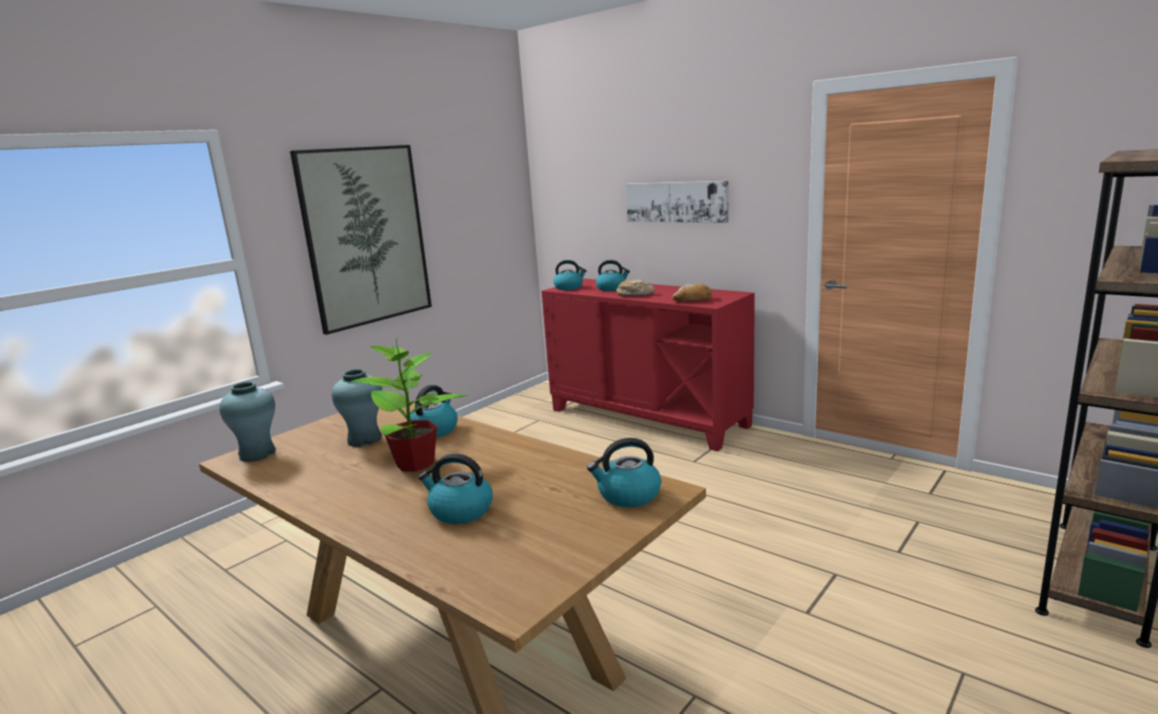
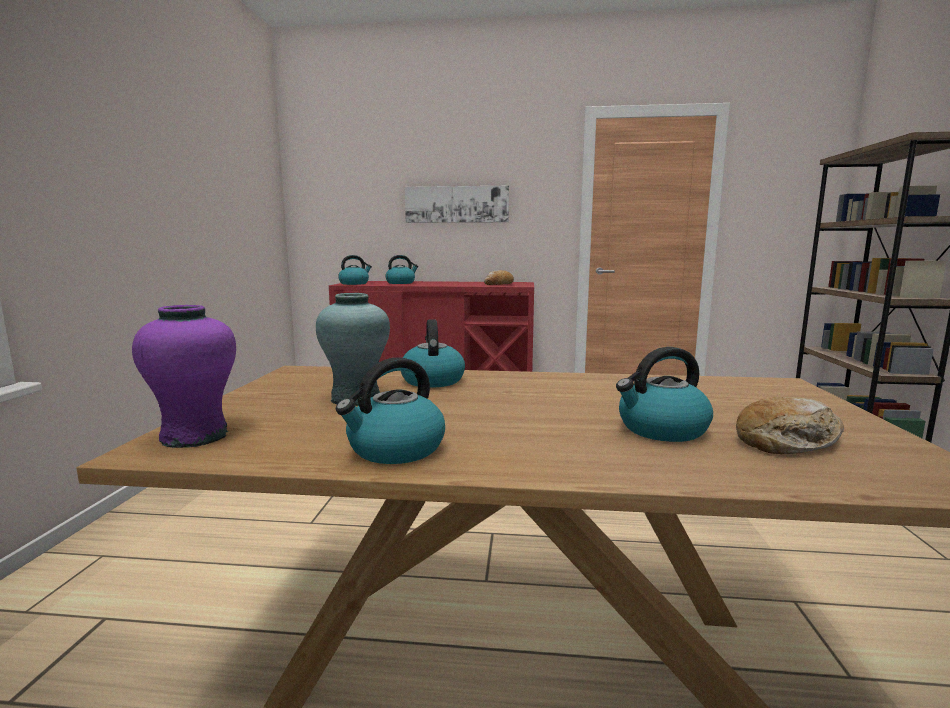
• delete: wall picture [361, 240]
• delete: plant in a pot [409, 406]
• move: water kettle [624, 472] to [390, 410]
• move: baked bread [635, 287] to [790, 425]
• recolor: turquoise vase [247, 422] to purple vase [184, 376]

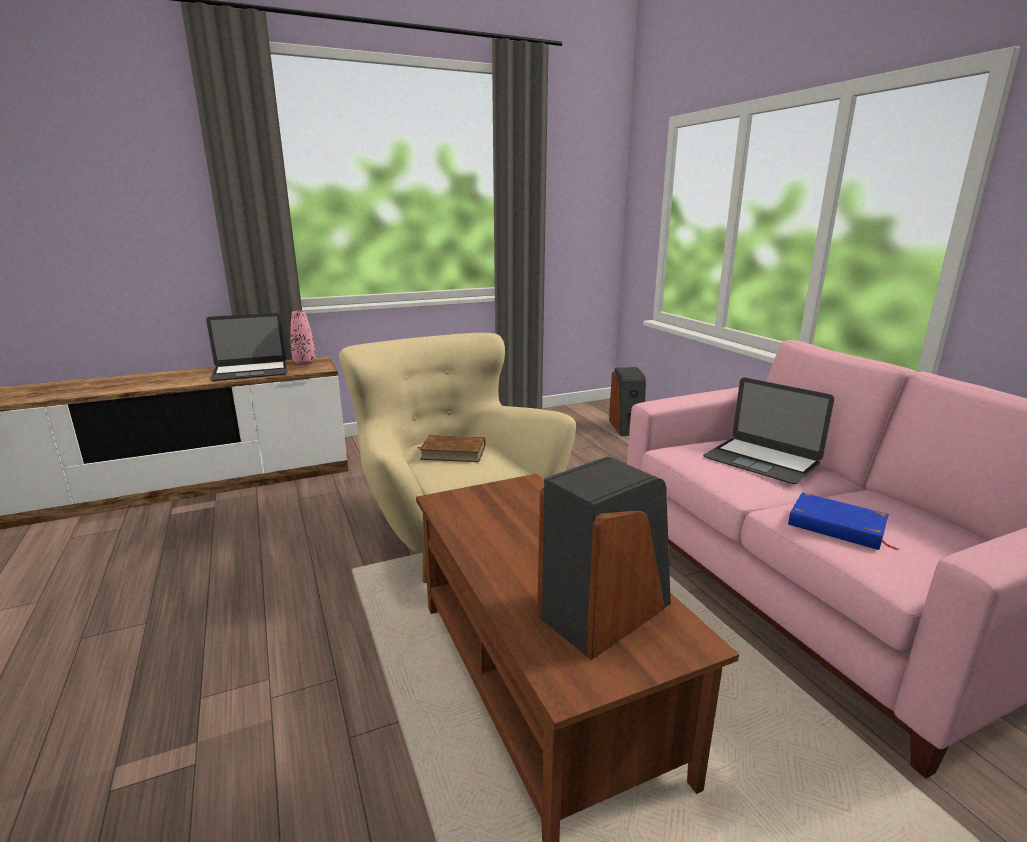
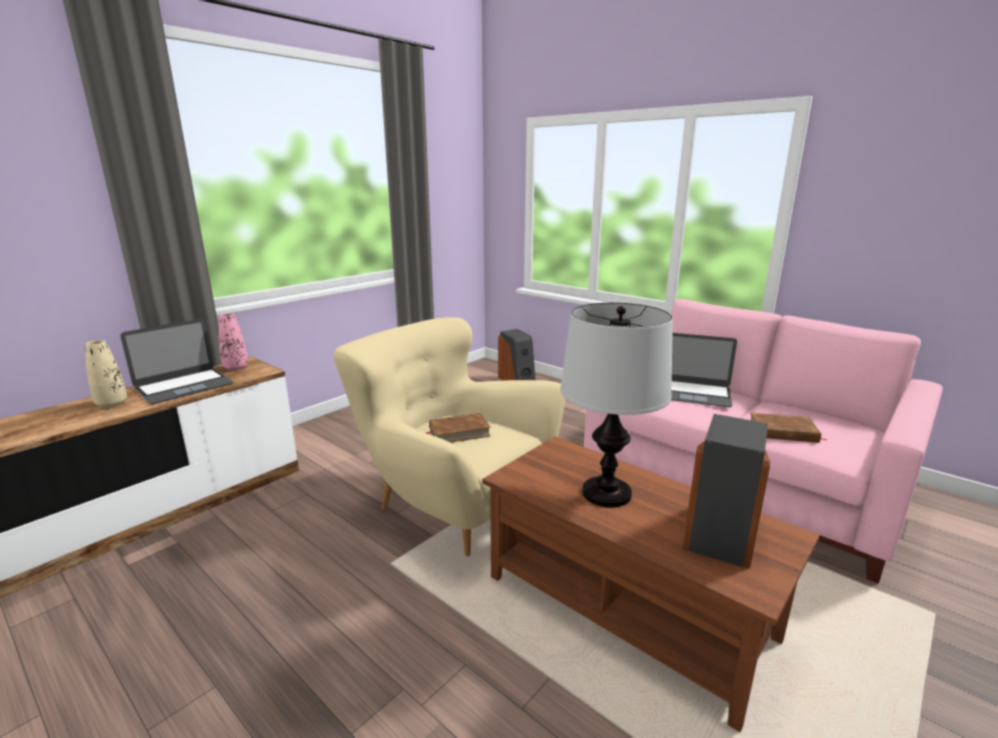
• insert: sand-coloured vase [106, 374]
• insert: tabletop lamp [616, 405]
• recolor: blue-coloured volume [843, 521] to brown-coloured volume [789, 428]

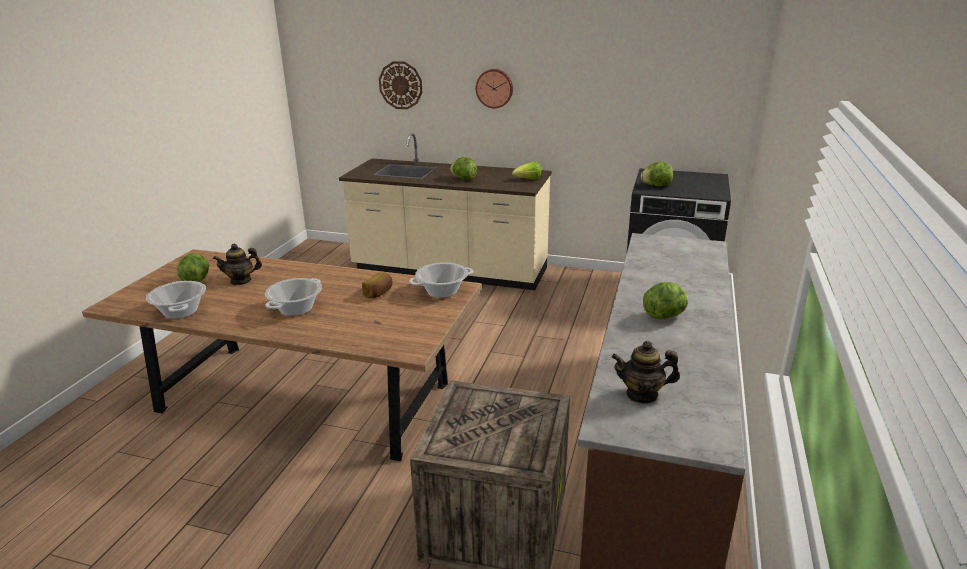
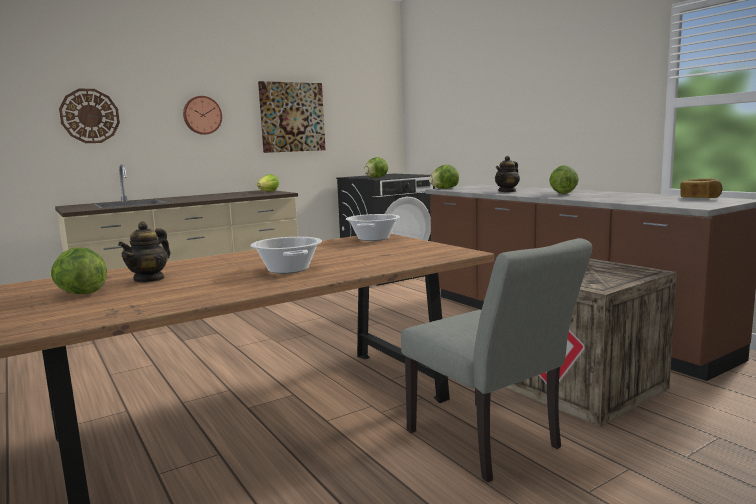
• delete: saucepot [176, 300]
• insert: wall picture [292, 117]
• insert: gray plain chair [496, 360]
• move: baked bread [377, 285] to [701, 188]
• move: lettuce [463, 168] to [444, 177]
• move: tea pot [646, 372] to [507, 174]

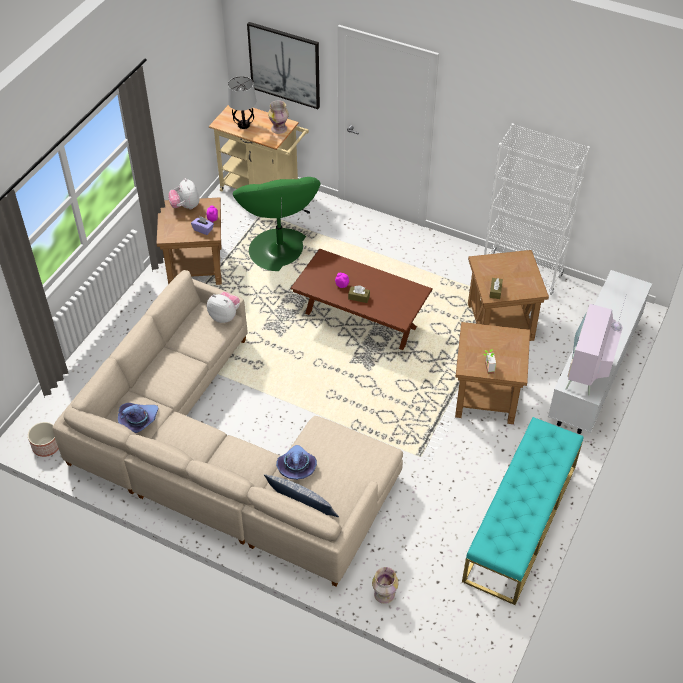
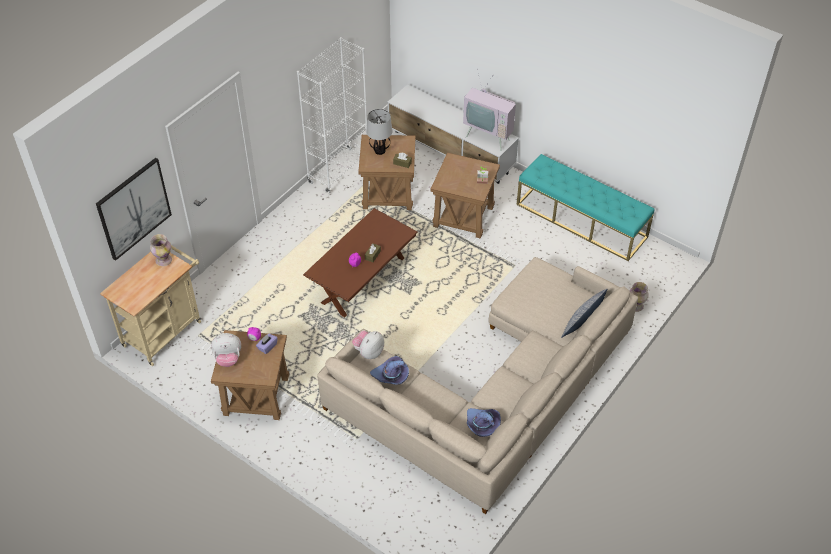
• delete: plant pot [43, 439]
• delete: greenish lounge chair [276, 224]
• move: tabletop lamp [242, 102] to [379, 132]
• move: purple clothing hat [296, 462] to [389, 370]

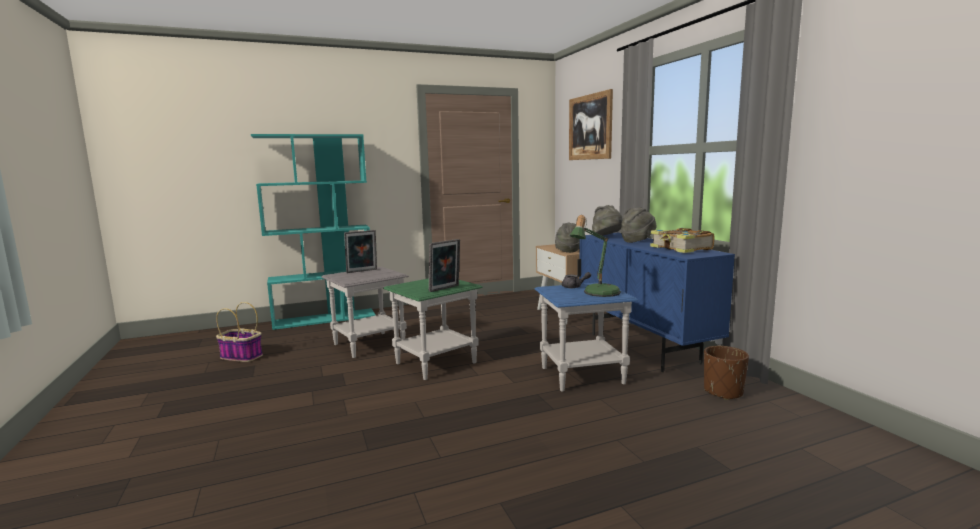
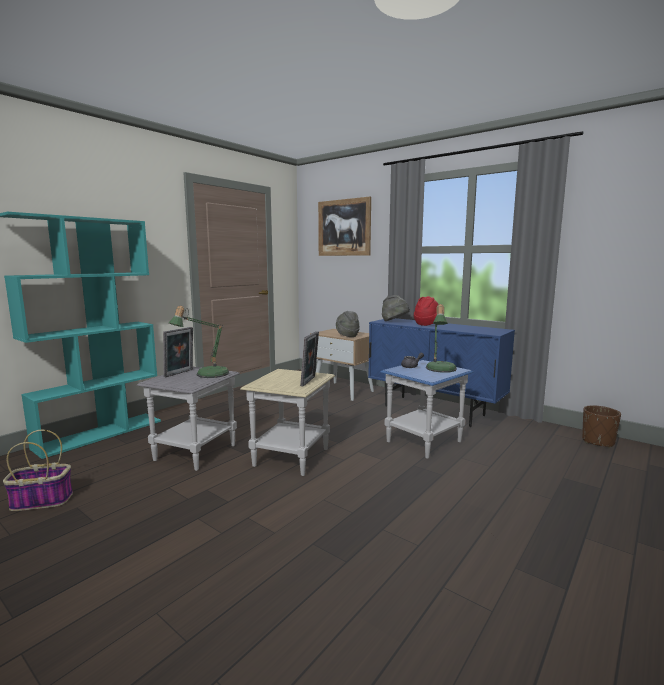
• delete: volume [682, 240]
• insert: tabletop lamp [199, 341]
• move: brown-coloured plant pot [726, 373] to [601, 426]
• recolor: greenish accent table [433, 329] to sand-coloured accent table [287, 422]
• recolor: gray clothing hat [639, 225] to reddish clothing hat [426, 311]

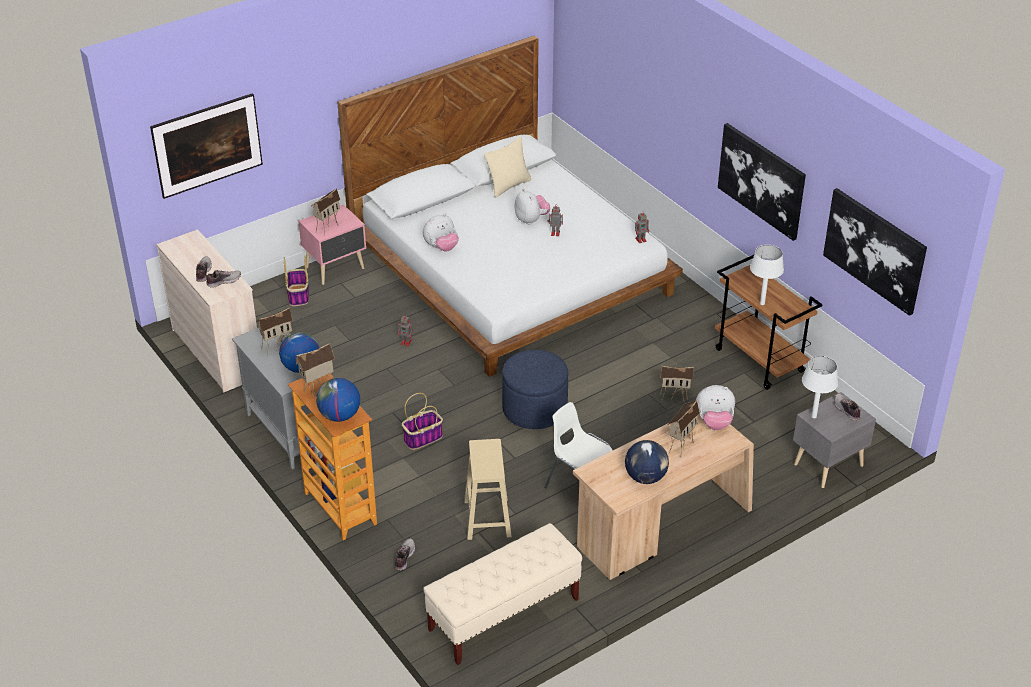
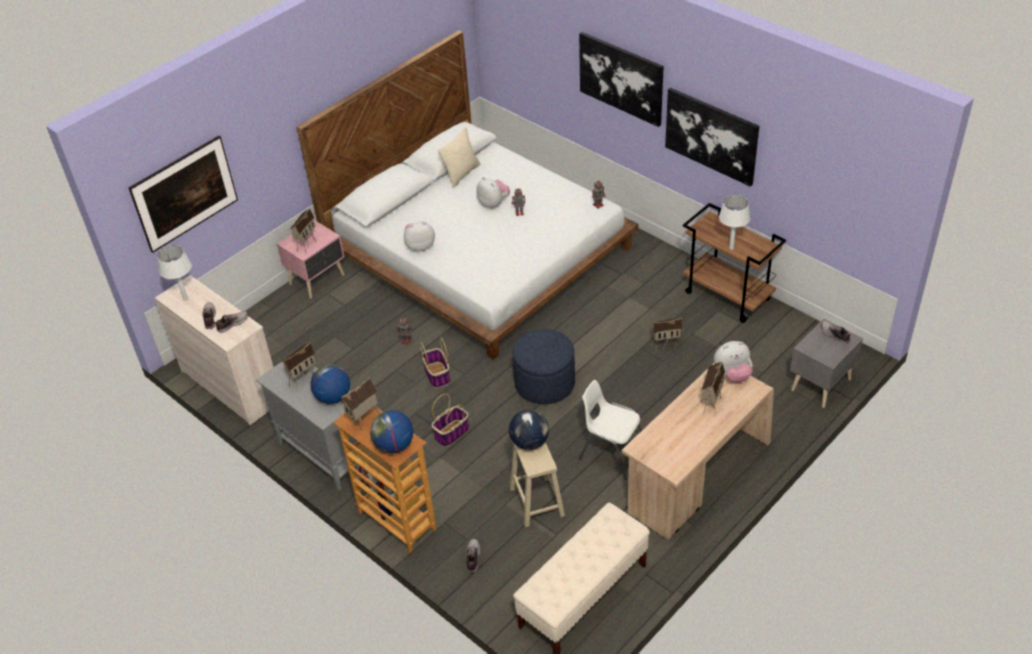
• move: storage basket [296, 281] to [435, 362]
• move: desk globe [647, 462] to [529, 430]
• move: whitish tabletop lamp [820, 387] to [174, 273]
• move: wall picture [875, 252] to [621, 79]
• rotate: cuddly toy [441, 233] = [419, 236] 150 degrees counterclockwise

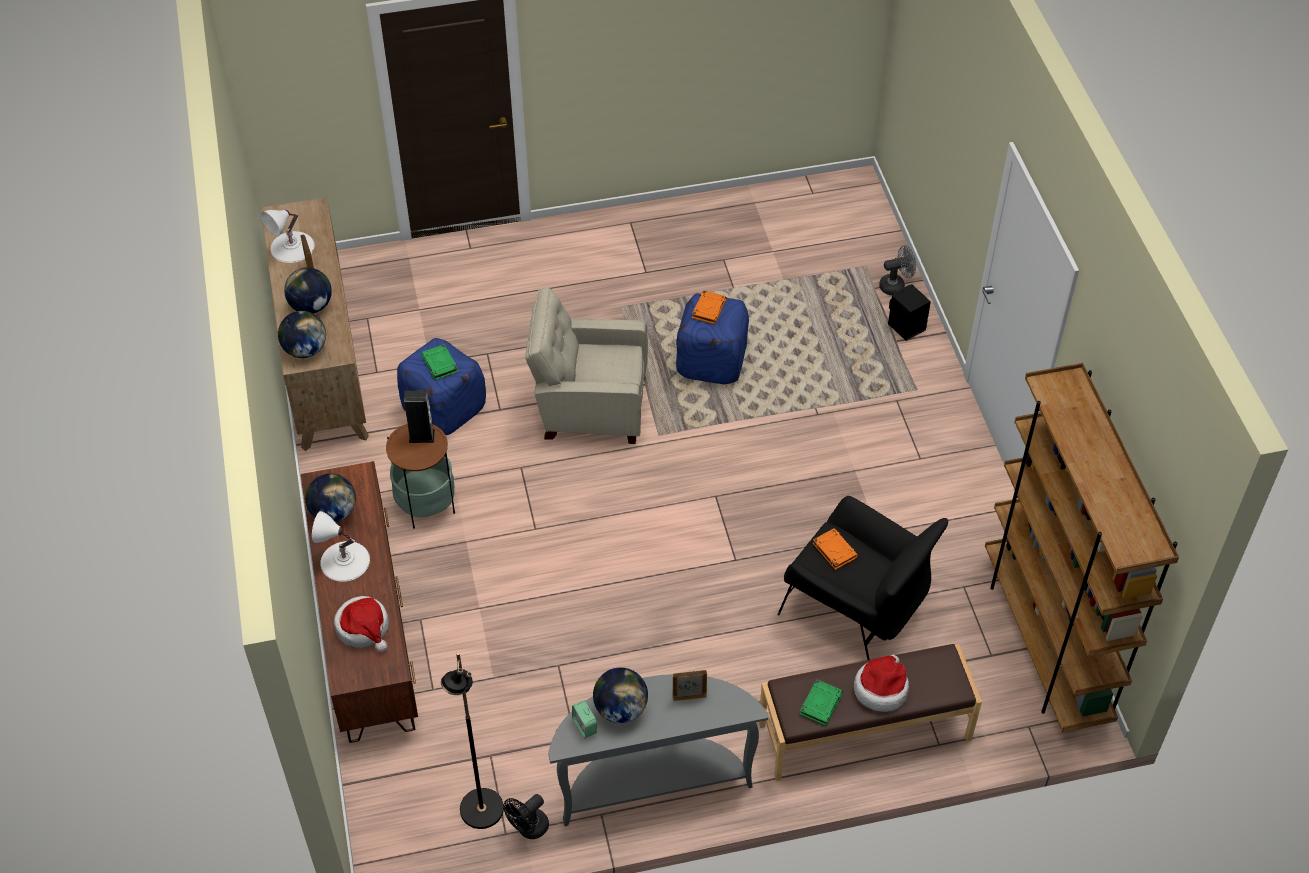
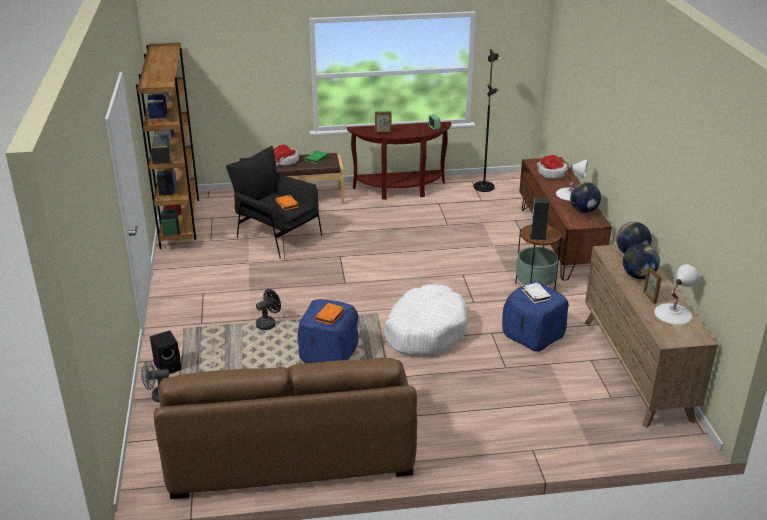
• delete: desk globe [620, 695]
• insert: brown-coloured sofa [285, 428]
• move: blackish cooling fan [526, 816] to [268, 309]
• replace: sand-coloured lounge chair [586, 365] to whitish pet bed [426, 319]
• recolor: greenish volume [439, 362] to whitish volume [537, 293]
• recolor: gray hall table [658, 750] to brown-coloured hall table [399, 161]

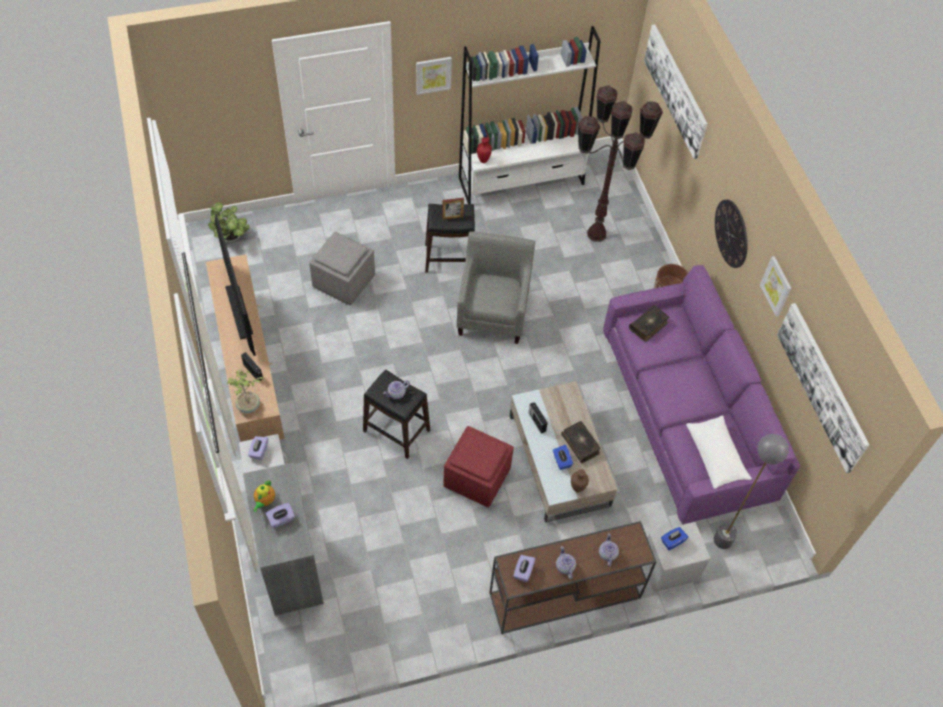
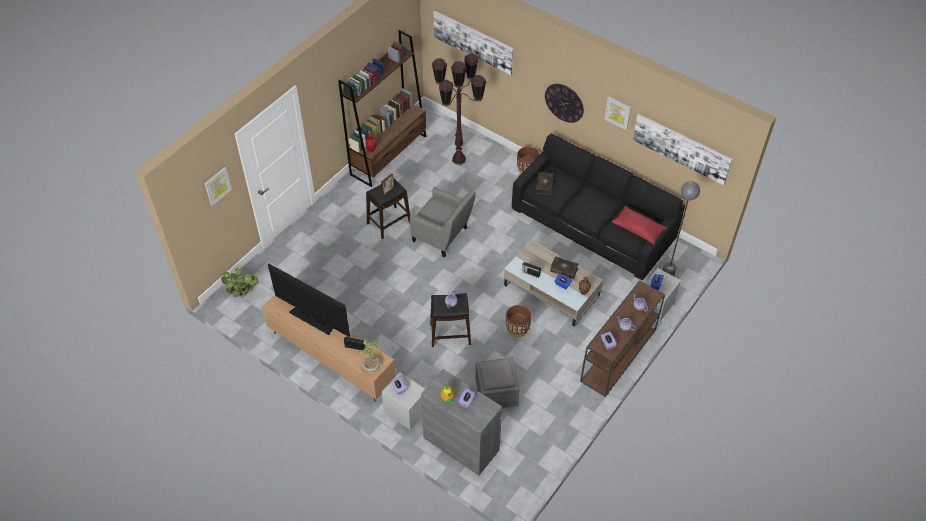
• move: gray footrest [342, 268] to [498, 383]
• move: wall picture [434, 76] to [218, 186]
• replace: reddish footrest [478, 466] to brown-coloured plant pot [519, 321]
• recolor: whitish shelving unit [530, 115] to brown-coloured shelving unit [382, 108]
• recolor: purple sofa [701, 394] to blackish sofa [598, 207]
• recolor: whitish cushion [719, 452] to reddish cushion [639, 225]
• rotate: gray lounge chair [496, 287] = [443, 222] 150 degrees clockwise

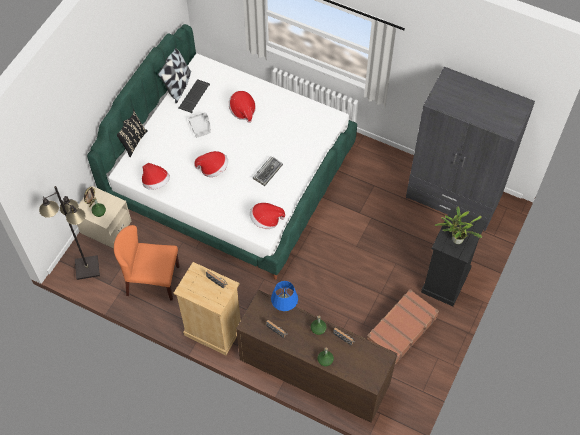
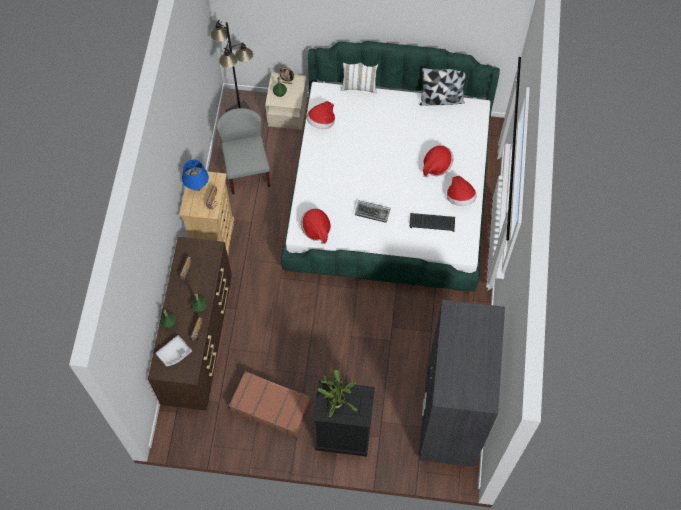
• move: keyboard [194, 96] to [432, 222]
• move: gray carrying tray [199, 125] to [173, 350]
• move: clothing hat [211, 164] to [462, 191]
• move: blue-coloured tabletop lamp [284, 296] to [195, 175]
• recolor: orange-coloured plain chair [146, 263] to gray plain chair [243, 151]
• recolor: blackish cushion [132, 133] to whitish cushion [359, 77]

